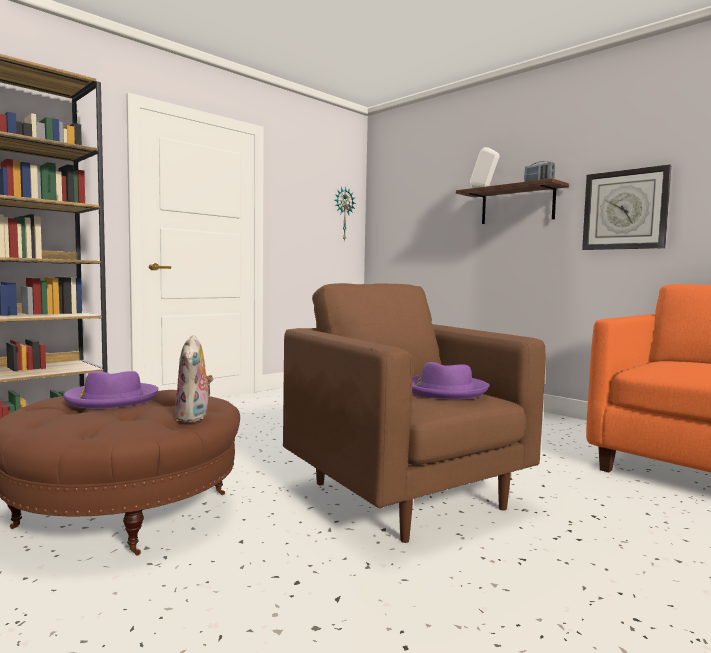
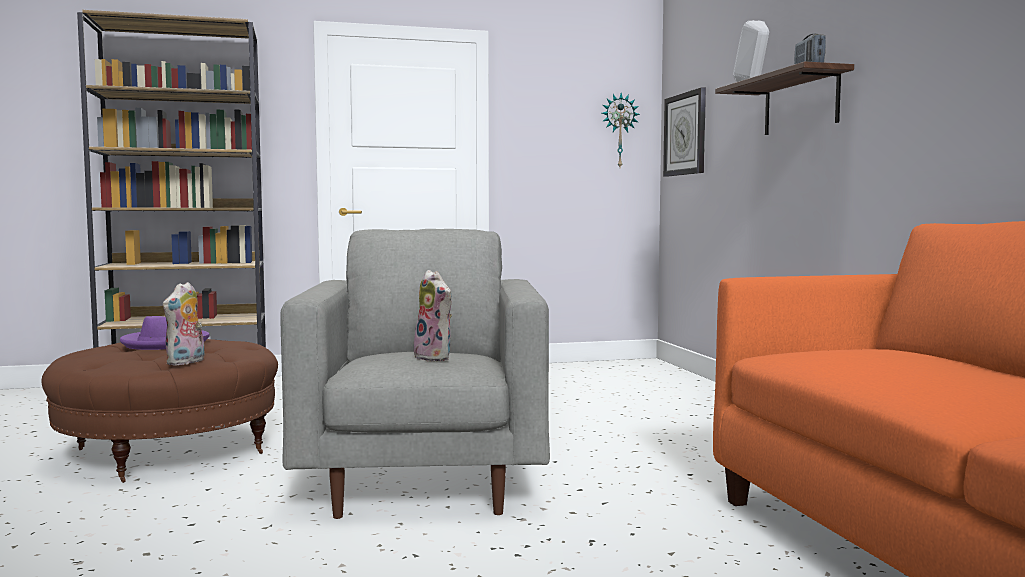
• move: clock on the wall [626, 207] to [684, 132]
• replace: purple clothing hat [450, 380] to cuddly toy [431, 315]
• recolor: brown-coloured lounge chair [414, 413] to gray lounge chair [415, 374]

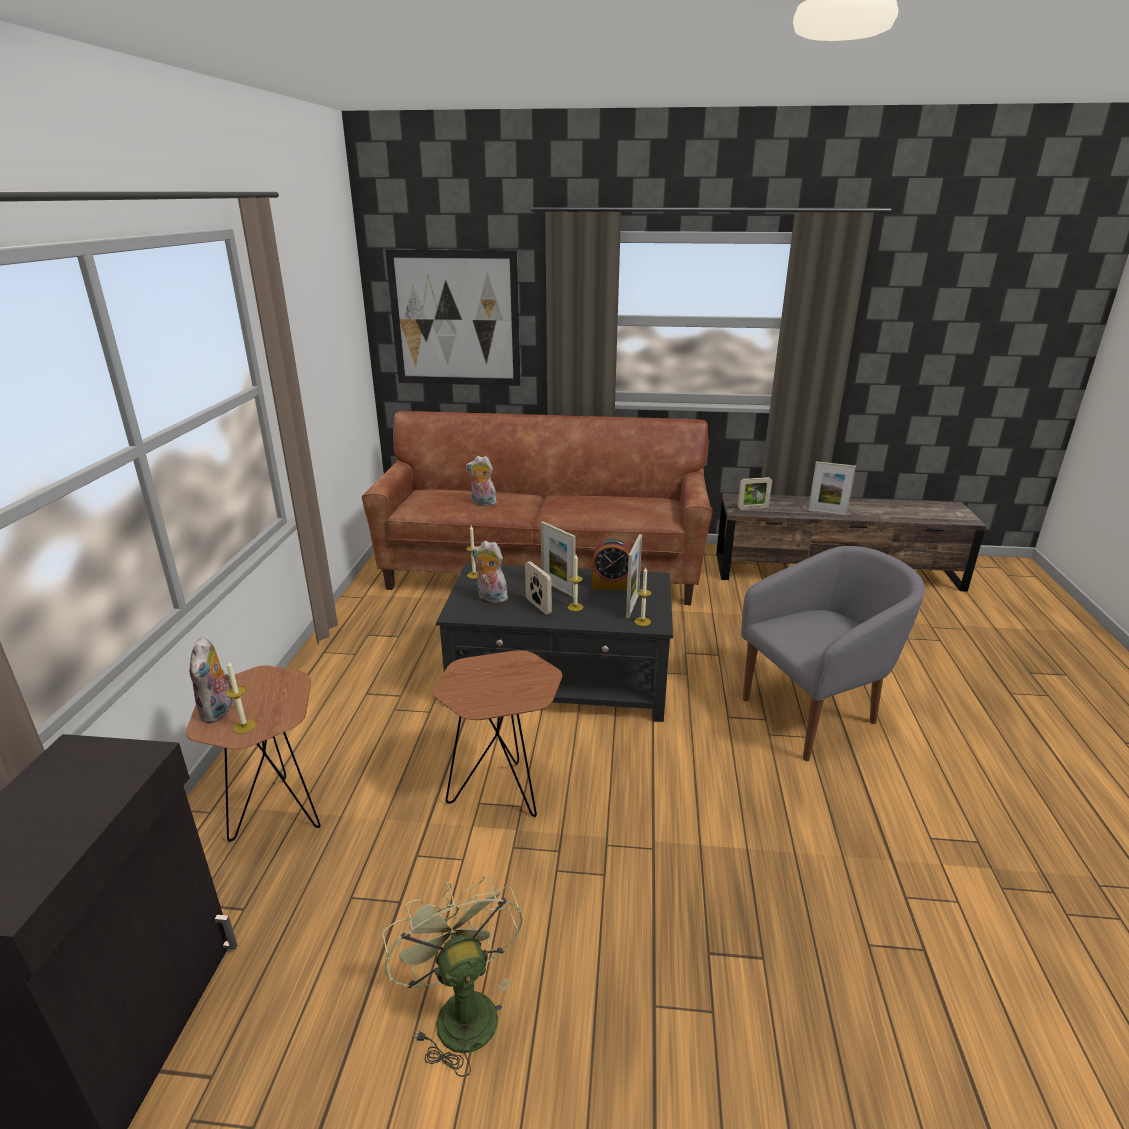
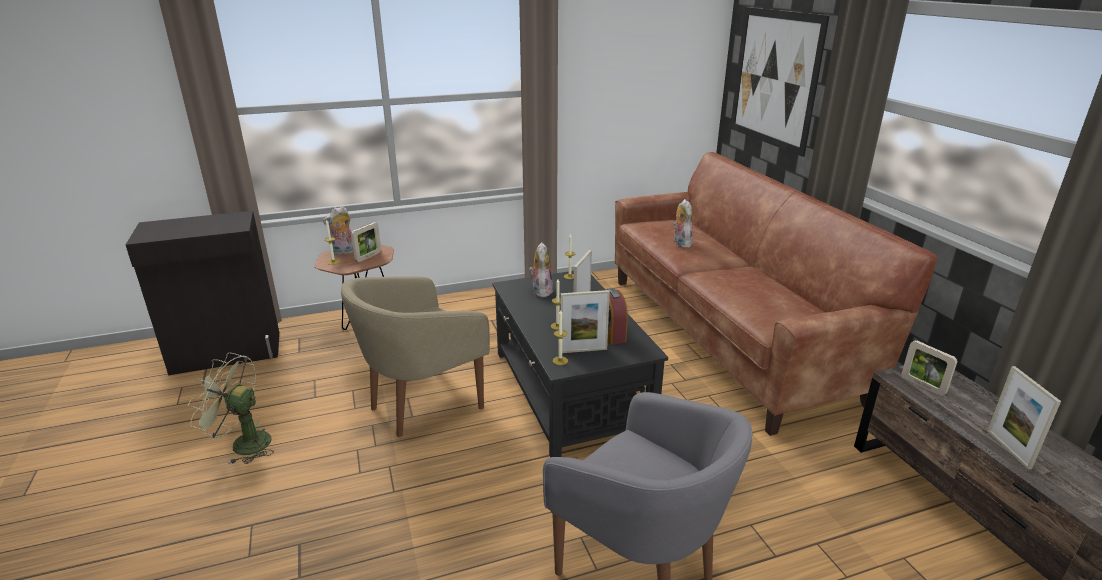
• move: picture frame [538, 588] to [366, 242]
• replace: brown-coloured accent table [497, 733] to sand-coloured lounge chair [415, 356]
• rotate: greenish cooling fan [452, 976] = [231, 408] 120 degrees counterclockwise

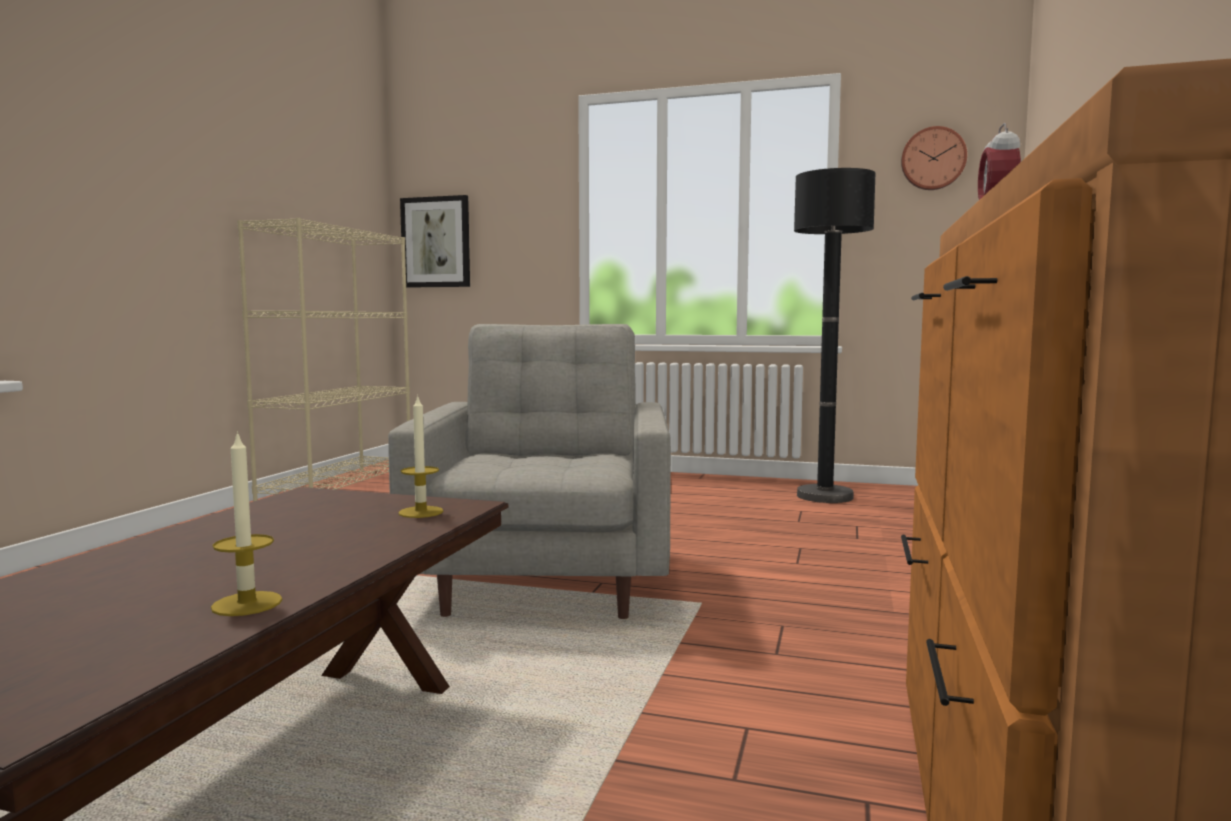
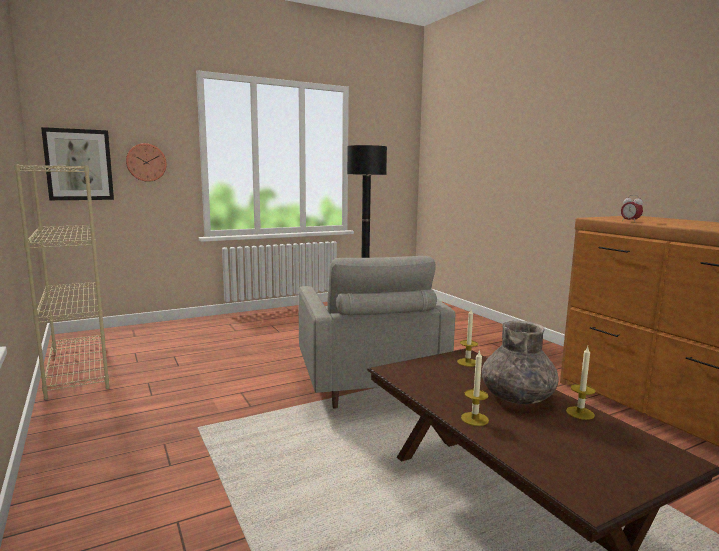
• insert: wax light [475, 387]
• insert: gray vase [520, 362]
• move: clock on the wall [934, 158] to [146, 162]
• rotate: gray lounge chair [529, 471] = [376, 332] 150 degrees counterclockwise

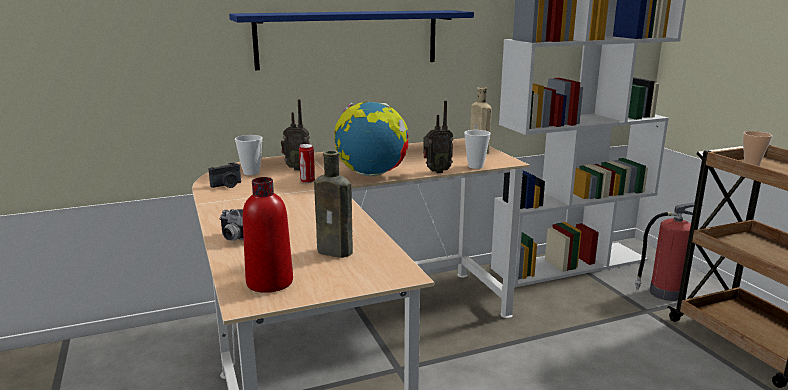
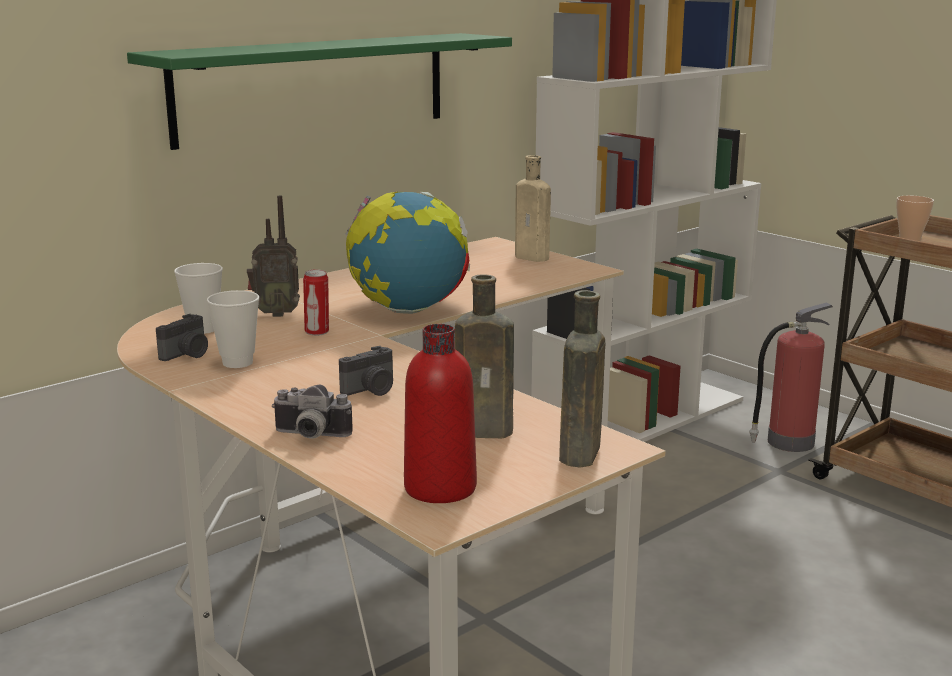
• delete: radio receiver [438, 136]
• insert: still camera [366, 371]
• insert: brown-coloured drink bottle [582, 379]
• move: cup [477, 149] to [233, 329]
• recolor: blue-coloured shelf [351, 40] to greenish shelf [319, 91]

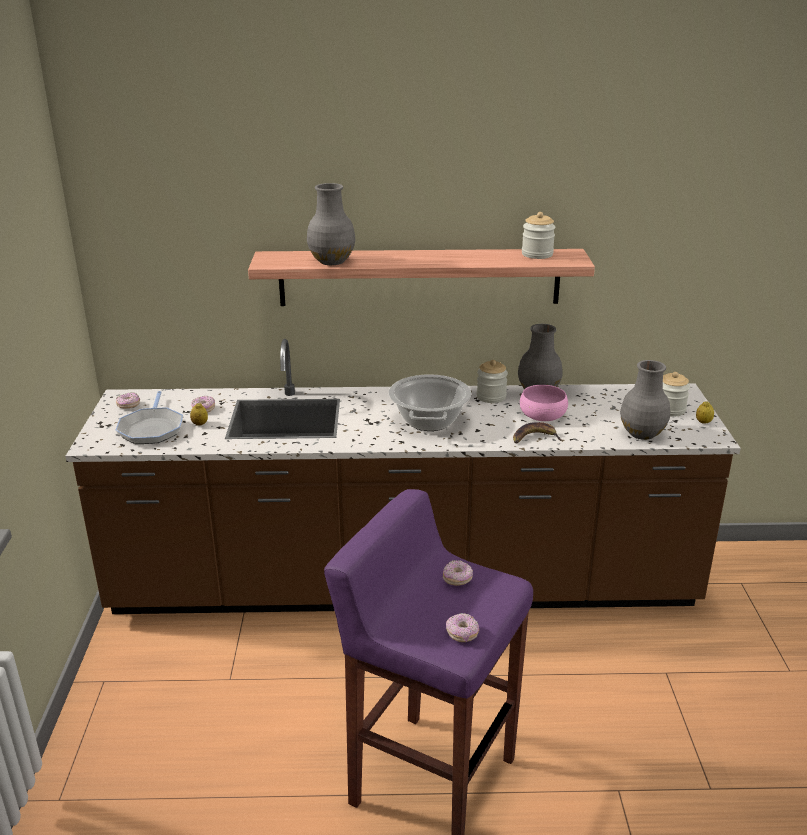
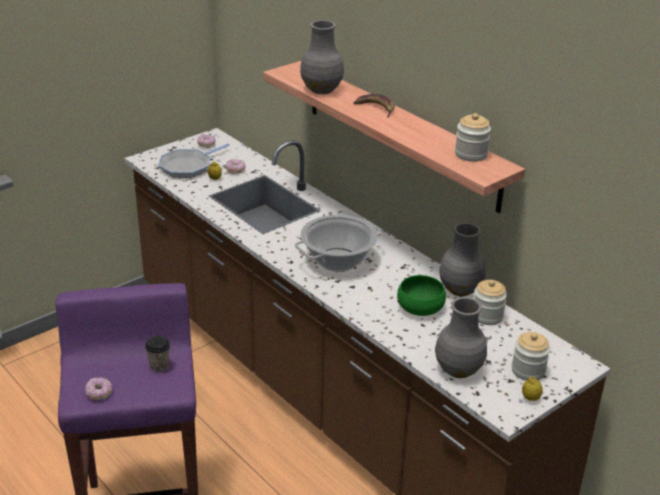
• move: jar [492, 381] to [490, 302]
• move: whole banana [537, 432] to [374, 106]
• replace: doughnut [458, 573] to cup [157, 353]
• recolor: pink-coloured bowl [544, 403] to greenish bowl [421, 295]

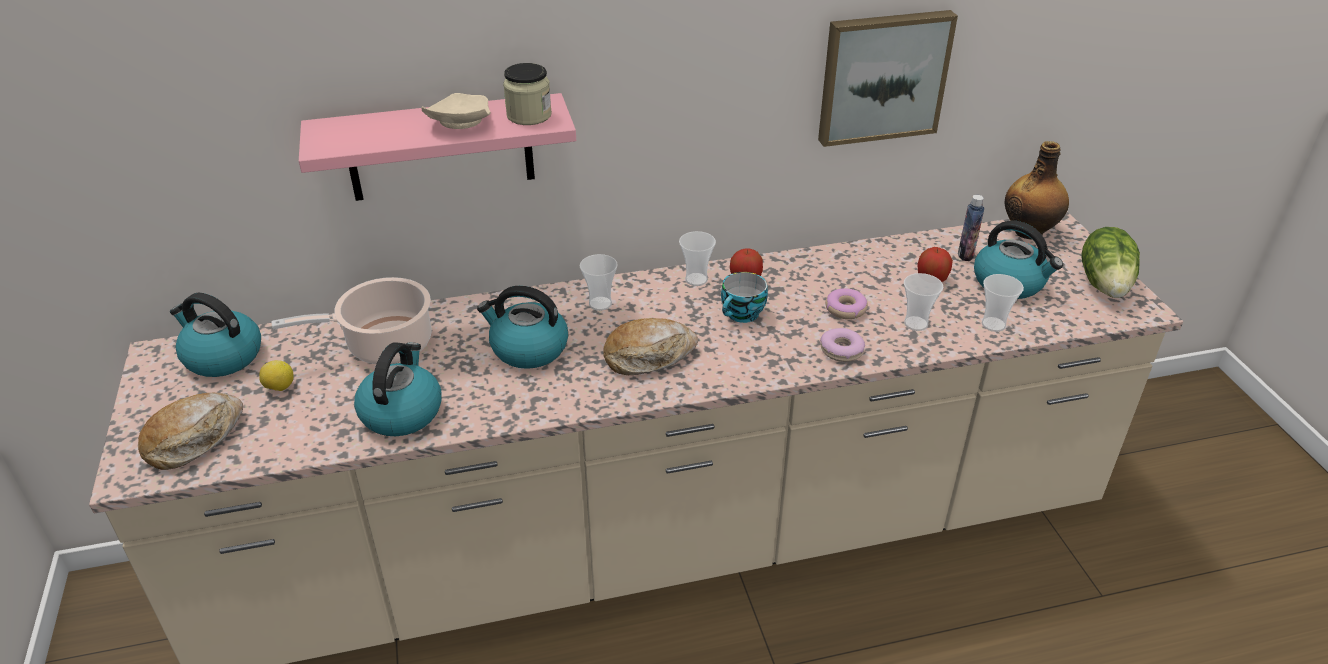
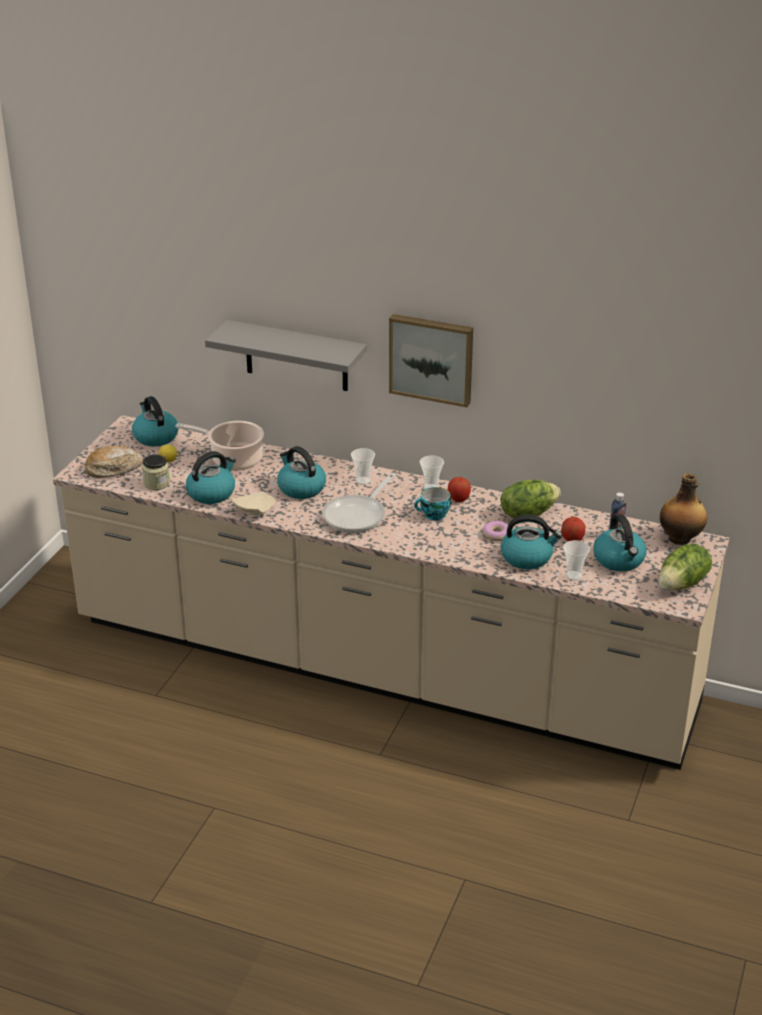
• delete: doughnut [842, 345]
• insert: lettuce [531, 499]
• move: sand-coloured plate [456, 111] to [253, 503]
• move: jar [527, 94] to [156, 472]
• move: wall picture [888, 78] to [431, 361]
• replace: baked bread [650, 346] to frying pan [359, 503]
• replace: cup [924, 302] to water kettle [531, 542]
• recolor: pink-coloured shelf [437, 147] to gray shelf [286, 355]

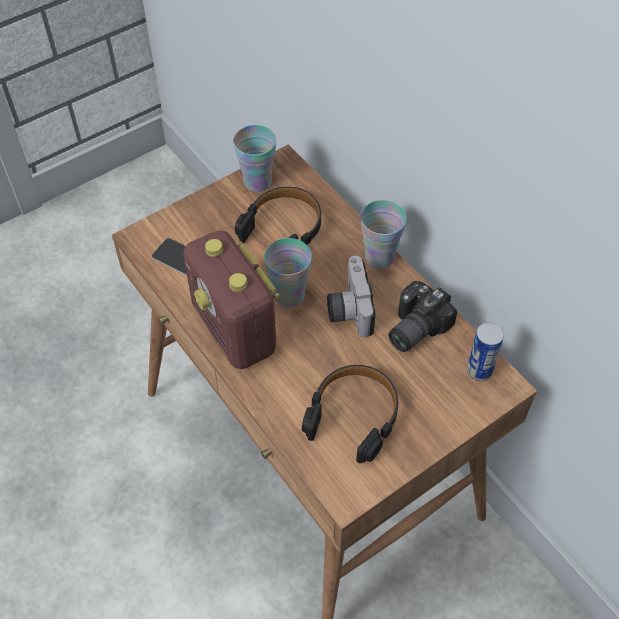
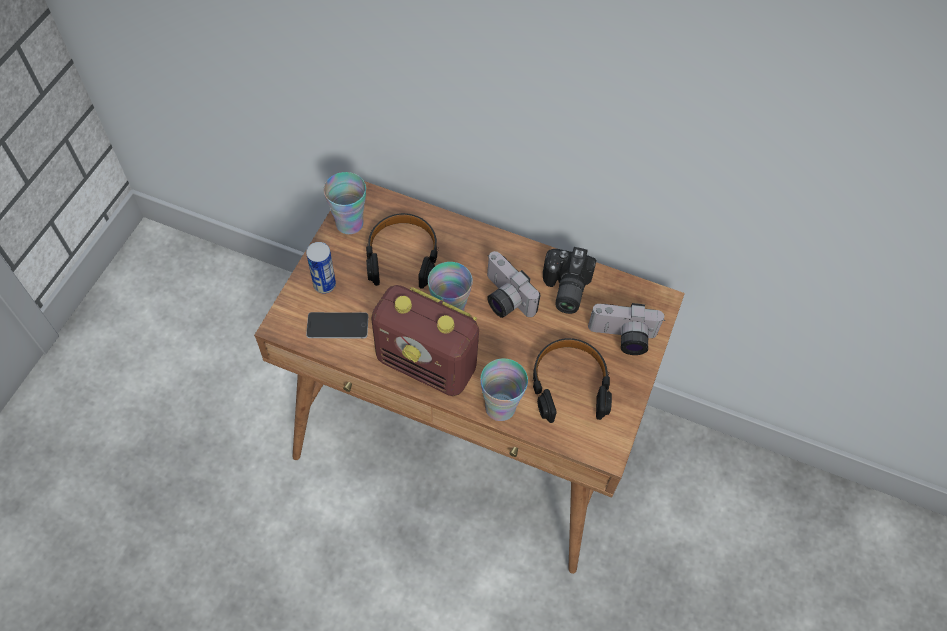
• insert: still camera [626, 329]
• move: cup [383, 234] to [504, 390]
• move: metal can [485, 351] to [321, 268]

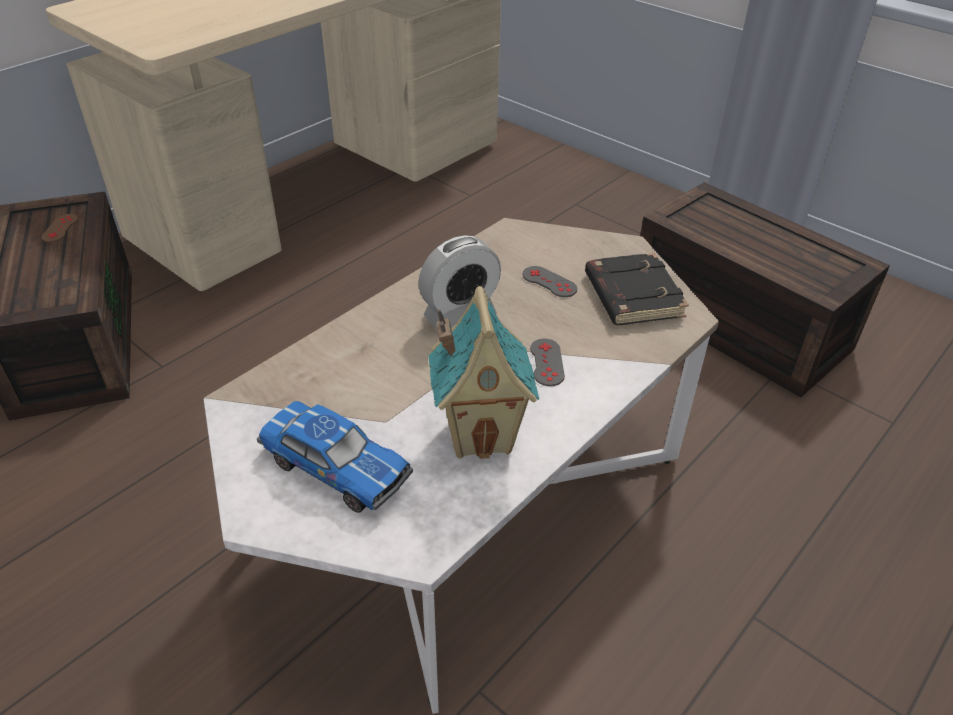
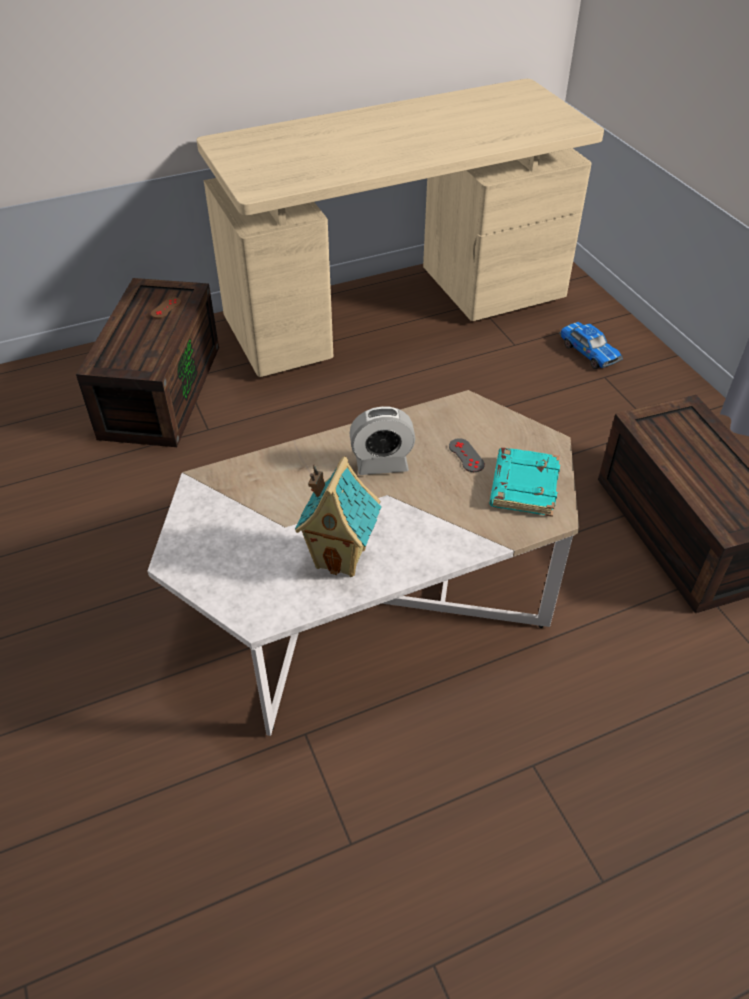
• delete: gray gamepad [547, 362]
• move: model car [335, 457] to [591, 345]
• recolor: blackish volume [637, 289] to turquoise volume [525, 482]

